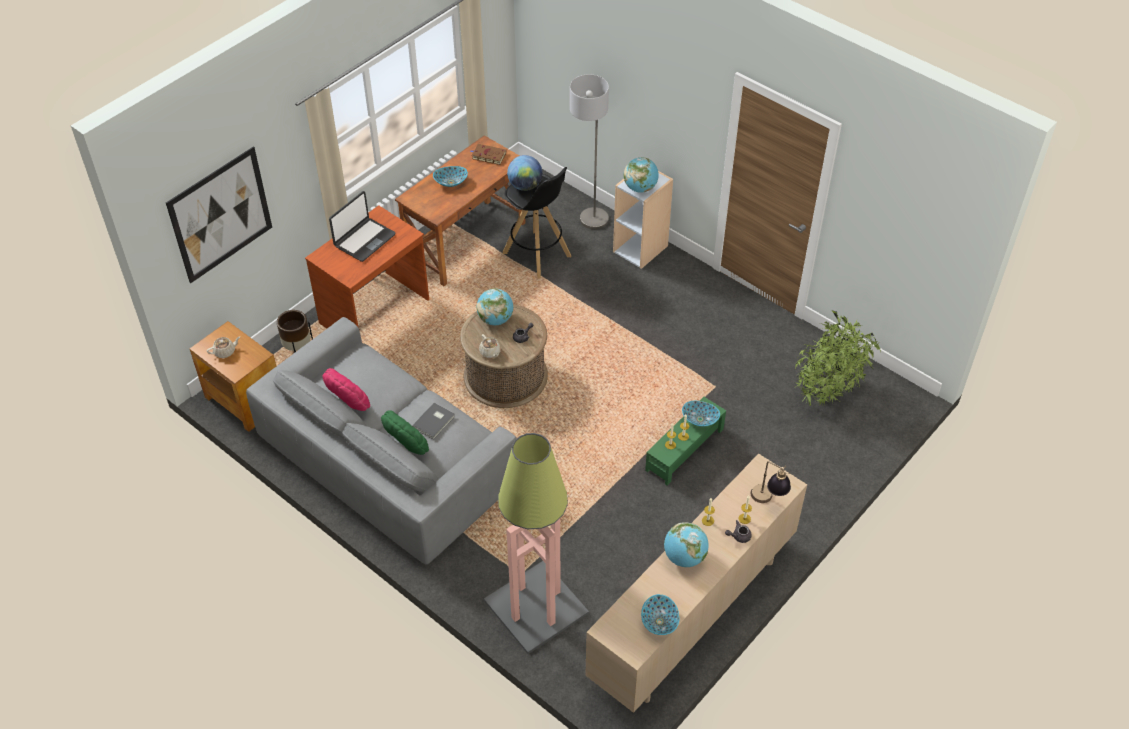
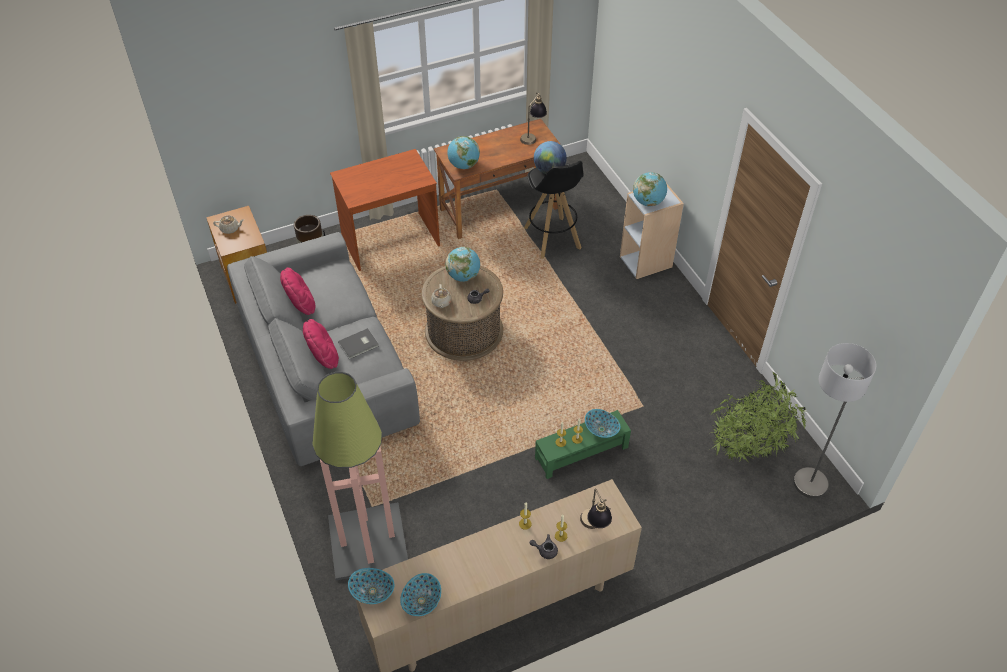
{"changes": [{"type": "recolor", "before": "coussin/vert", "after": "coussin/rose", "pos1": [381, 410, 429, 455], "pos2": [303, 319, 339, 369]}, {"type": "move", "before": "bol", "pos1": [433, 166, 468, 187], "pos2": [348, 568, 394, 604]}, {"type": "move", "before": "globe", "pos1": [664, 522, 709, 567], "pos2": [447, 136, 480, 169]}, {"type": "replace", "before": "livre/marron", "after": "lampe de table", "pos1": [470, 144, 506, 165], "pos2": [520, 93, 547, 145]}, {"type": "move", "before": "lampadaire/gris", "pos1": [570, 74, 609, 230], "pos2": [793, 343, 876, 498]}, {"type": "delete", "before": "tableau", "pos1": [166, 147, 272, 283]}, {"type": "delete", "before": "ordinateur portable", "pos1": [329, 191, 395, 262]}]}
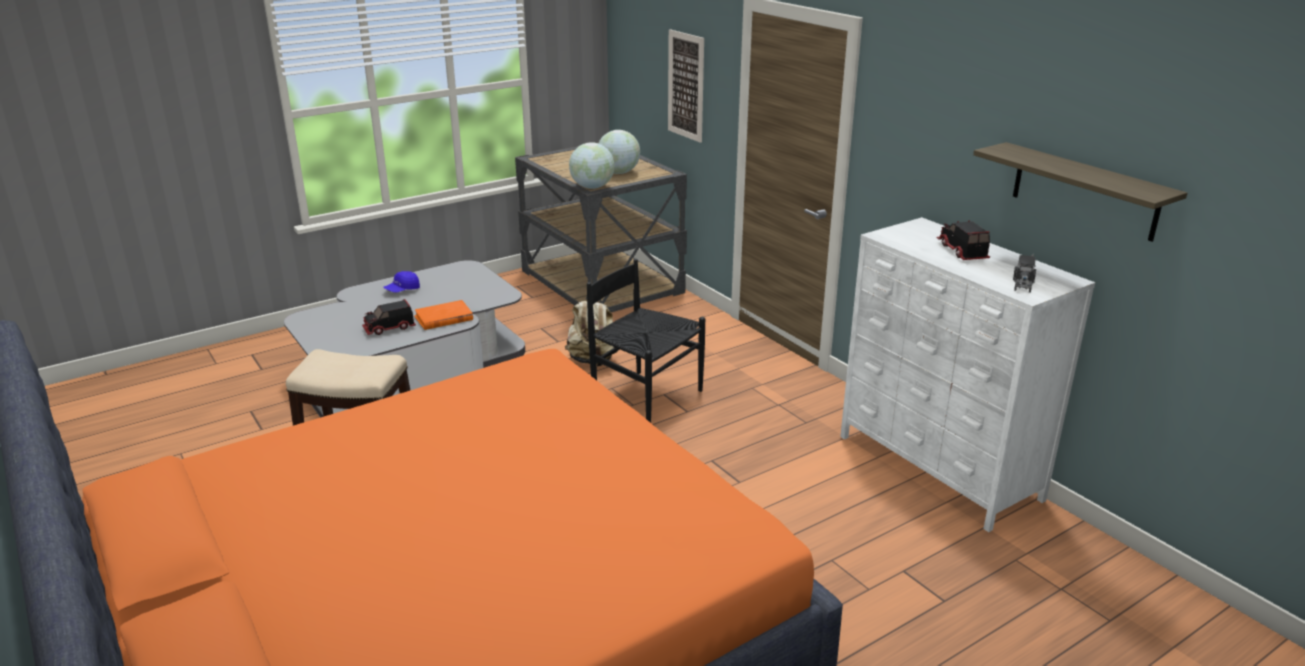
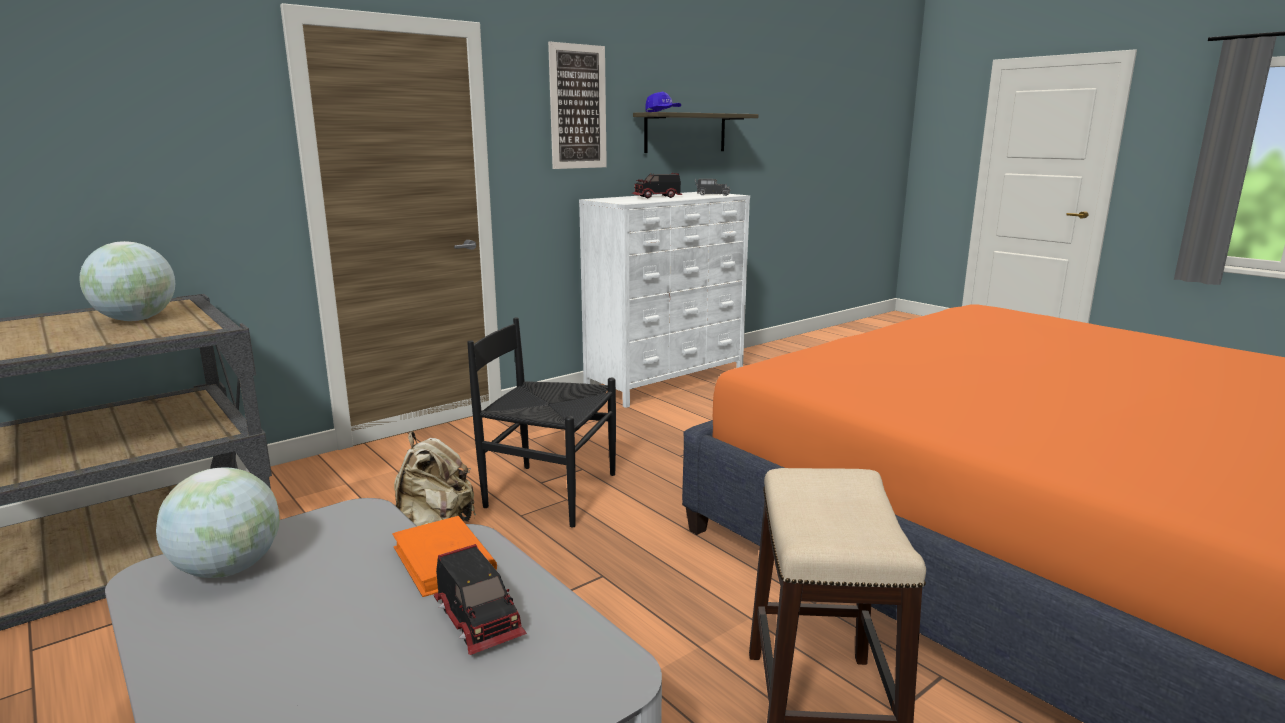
{"changes": [{"type": "move", "before": "globe", "pos1": [569, 142, 615, 189], "pos2": [156, 467, 280, 578]}, {"type": "rotate", "before": "chaise/noir", "pos1": [587, 259, 705, 423], "pos2": [467, 317, 616, 528], "turn": 75}, {"type": "move", "before": "tableau", "pos1": [668, 29, 704, 143], "pos2": [548, 41, 607, 169]}, {"type": "move", "before": "casquette/bleu", "pos1": [383, 271, 420, 293], "pos2": [645, 91, 681, 112]}]}
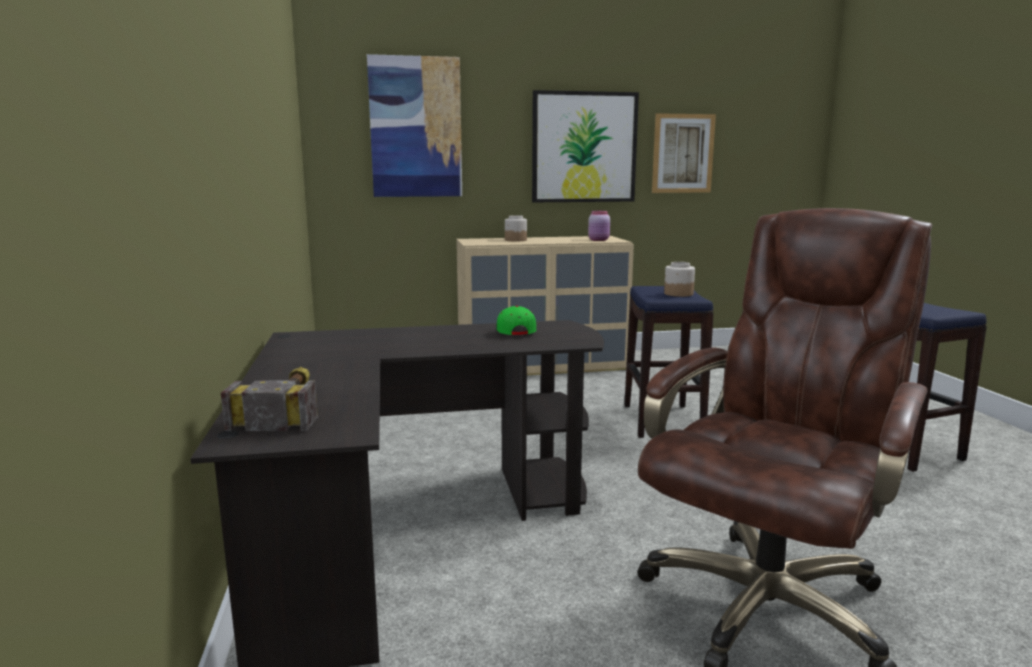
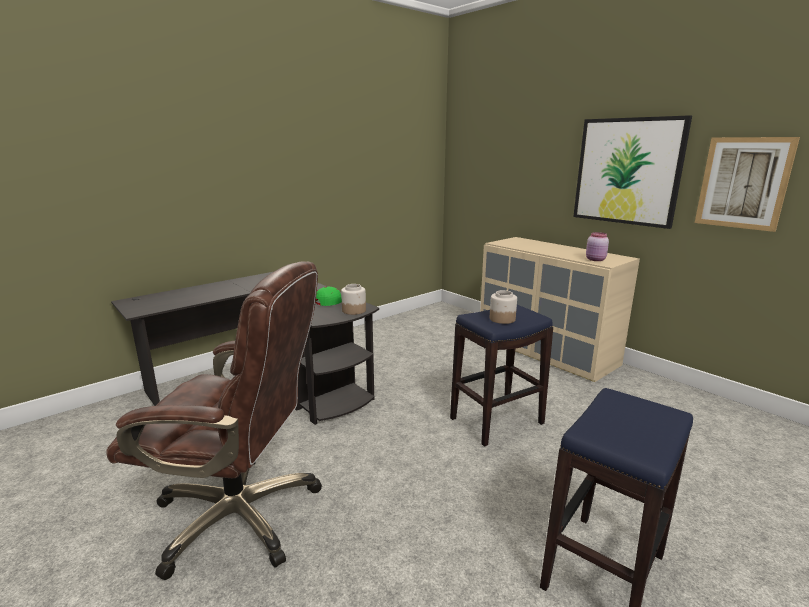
{"changes": [{"type": "move", "before": "bocal", "pos1": [505, 215, 527, 241], "pos2": [341, 284, 366, 315]}, {"type": "delete", "before": "marteau", "pos1": [221, 367, 318, 431]}, {"type": "delete", "before": "tableau", "pos1": [367, 54, 462, 197]}]}
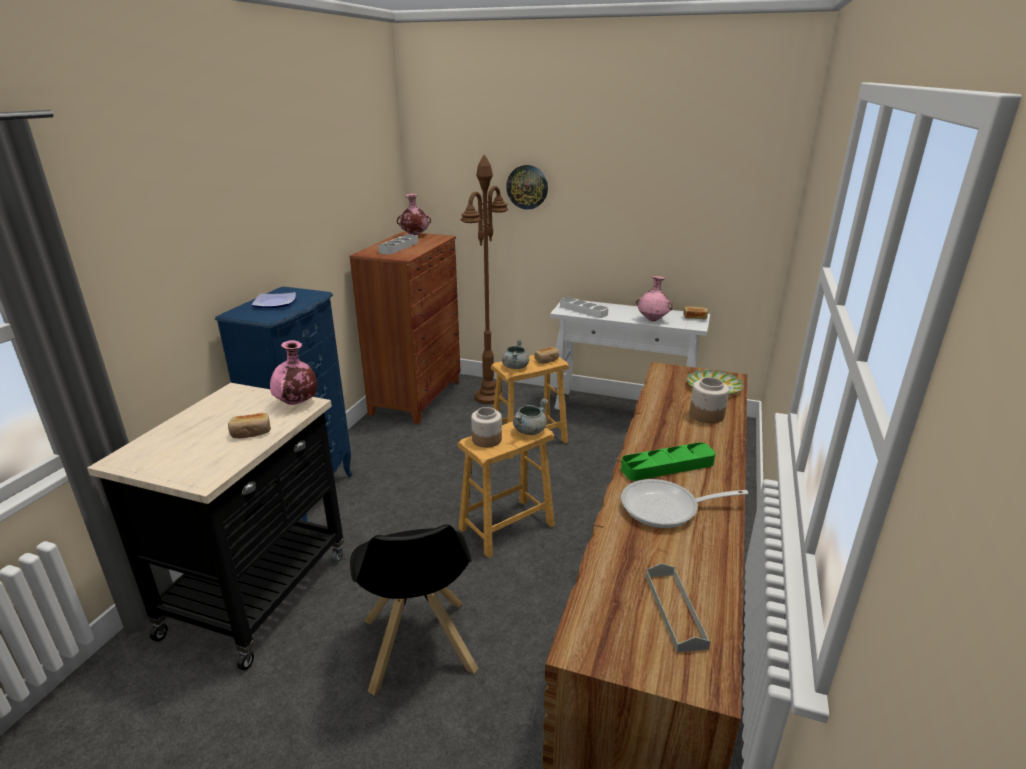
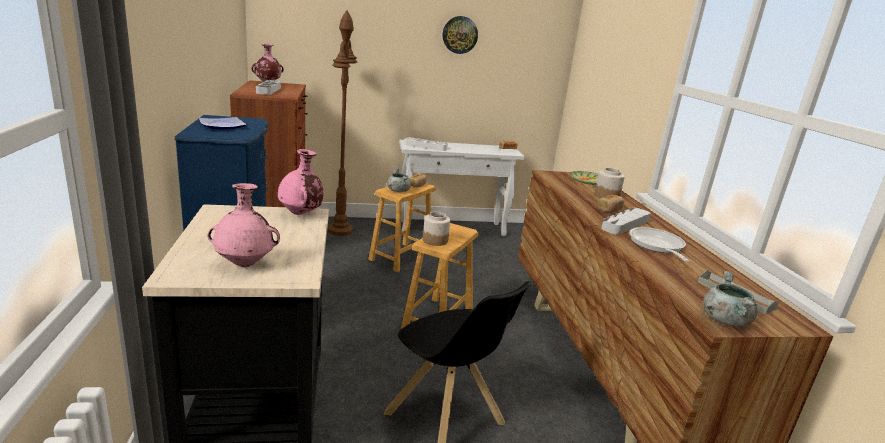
{"changes": [{"type": "move", "before": "vase/rose", "pos1": [636, 276, 673, 321], "pos2": [207, 183, 280, 267]}, {"type": "move", "before": "horloge murale", "pos1": [506, 165, 548, 210], "pos2": [443, 16, 478, 54]}, {"type": "move", "before": "pain", "pos1": [228, 413, 271, 438], "pos2": [598, 195, 624, 213]}, {"type": "recolor", "before": "plateau/vert", "after": "plateau/gris", "pos1": [621, 442, 715, 481], "pos2": [601, 208, 650, 235]}, {"type": "rotate", "before": "poêle", "pos1": [621, 479, 748, 528], "pos2": [629, 227, 689, 262], "turn": 120}, {"type": "move", "before": "marmite/gris", "pos1": [513, 399, 548, 435], "pos2": [703, 271, 757, 326]}]}
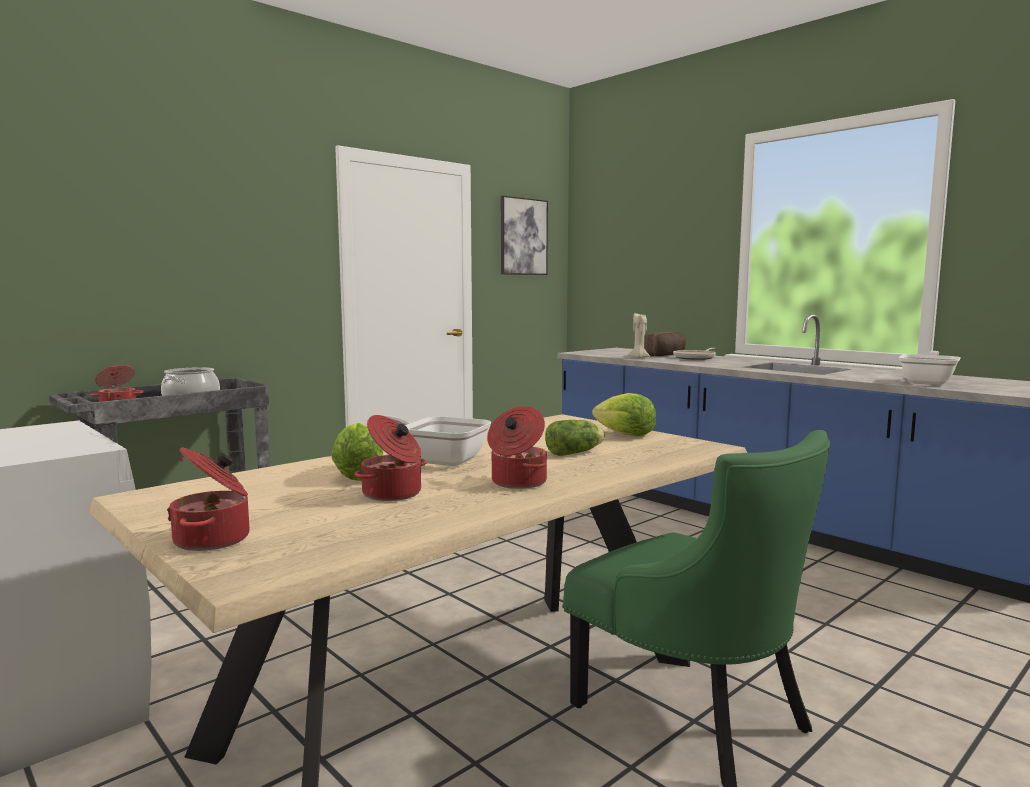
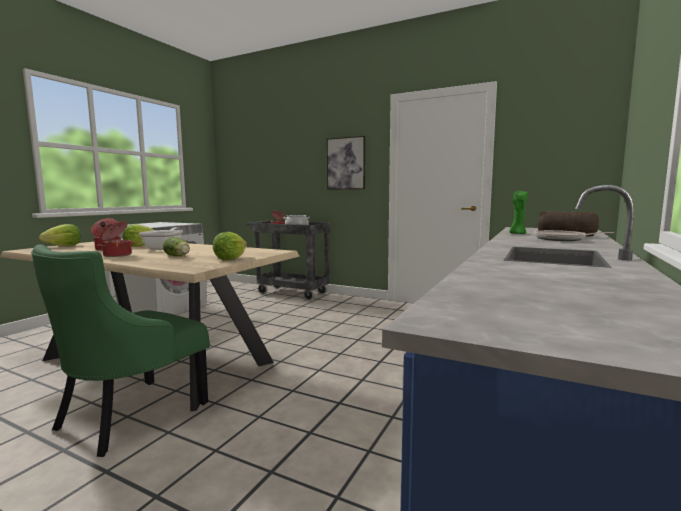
{"changes": [{"type": "replace", "before": "marmite", "after": "laitue", "pos1": [167, 447, 250, 551], "pos2": [39, 224, 80, 246]}, {"type": "move", "before": "tableau", "pos1": [501, 195, 548, 275], "pos2": [327, 136, 365, 190]}, {"type": "recolor", "before": "bougie/beige", "after": "bougie/vert", "pos1": [629, 312, 650, 358], "pos2": [509, 191, 528, 234]}, {"type": "delete", "before": "poêle", "pos1": [899, 351, 961, 385]}]}
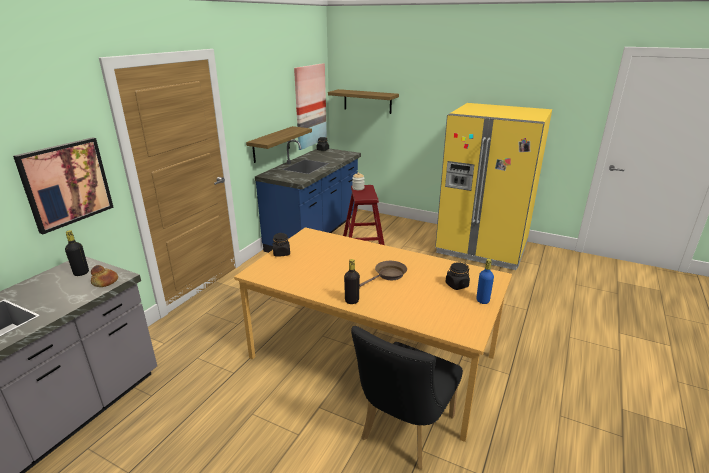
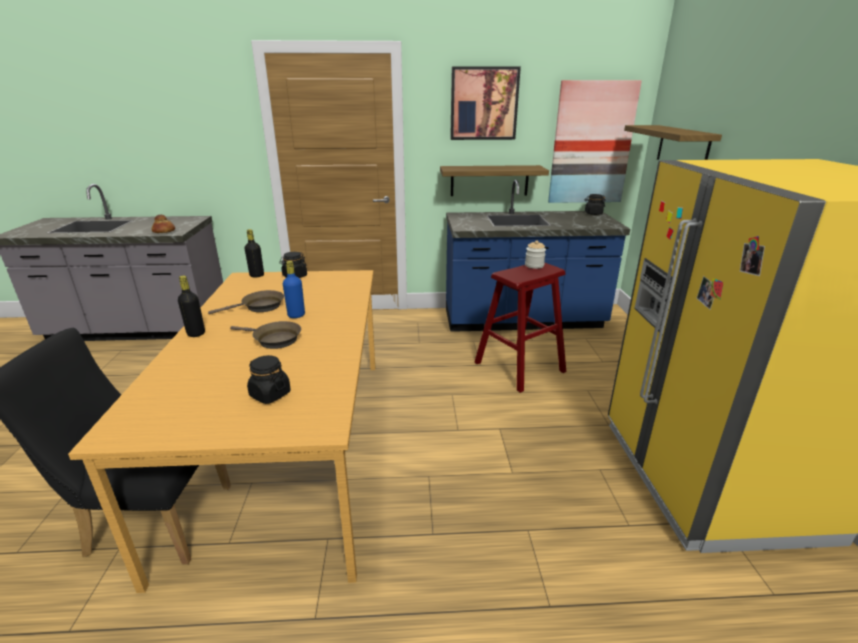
{"changes": [{"type": "insert", "after": "poêle/marron", "pos2": [208, 290, 284, 314]}, {"type": "move", "before": "bouteille/noir", "pos1": [65, 230, 89, 276], "pos2": [244, 229, 264, 277]}, {"type": "move", "before": "bouteille/bleu", "pos1": [476, 259, 494, 304], "pos2": [283, 261, 305, 318]}, {"type": "move", "before": "tableau", "pos1": [13, 137, 114, 234], "pos2": [450, 66, 521, 140]}]}
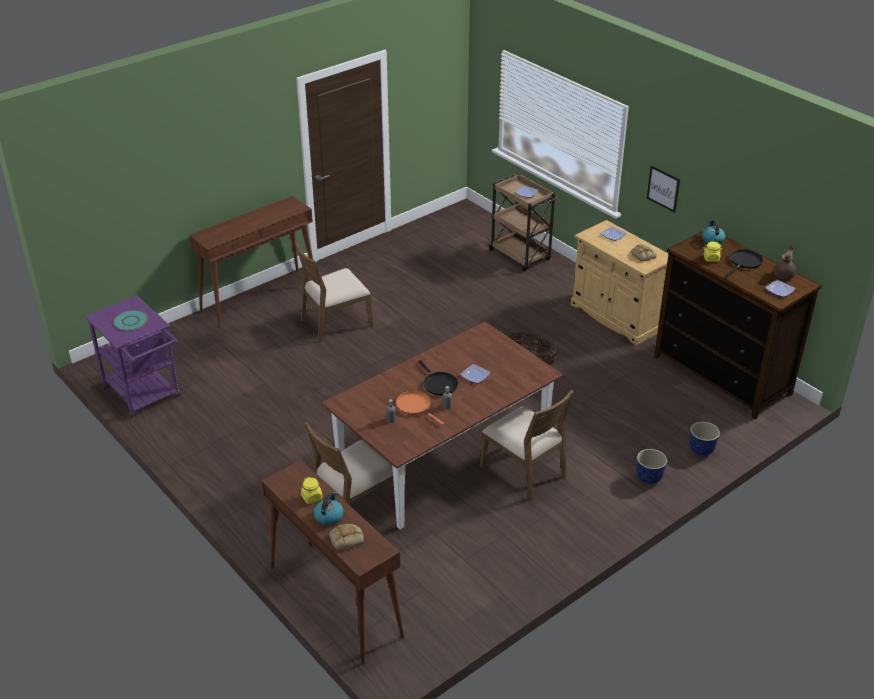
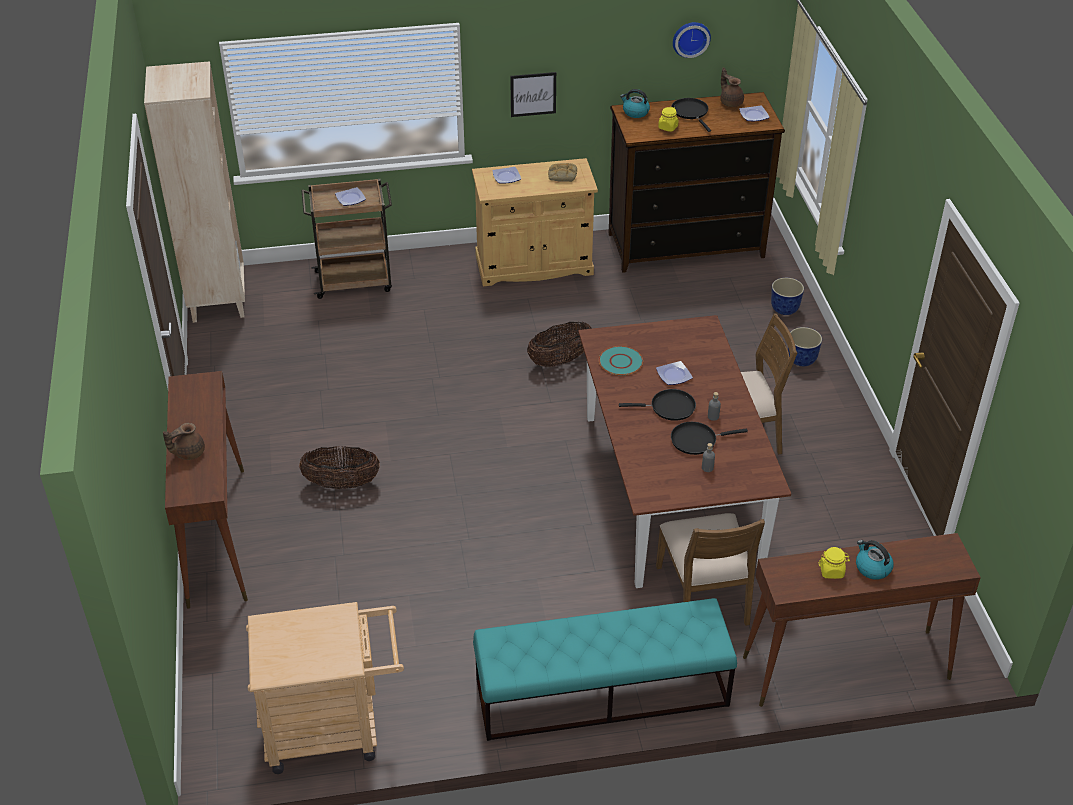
{"changes": [{"type": "insert", "after": "bibliothèque/beige", "pos2": [144, 61, 245, 323]}, {"type": "insert", "after": "théière/marron", "pos2": [163, 423, 205, 460]}, {"type": "recolor", "before": "chariot/violet", "after": "chariot/beige", "pos1": [85, 295, 181, 418], "pos2": [246, 602, 404, 774]}, {"type": "replace", "before": "chaise/marron", "after": "panier", "pos1": [294, 240, 373, 343], "pos2": [299, 446, 380, 489]}, {"type": "insert", "after": "banc/turquoise", "pos2": [473, 598, 737, 741]}, {"type": "move", "before": "assiette/turquoise", "pos1": [113, 310, 148, 331], "pos2": [599, 346, 643, 375]}, {"type": "recolor", "before": "poêle/orange", "after": "poêle/noir", "pos1": [396, 391, 444, 425], "pos2": [671, 422, 748, 455]}, {"type": "insert", "after": "horloge murale", "pos2": [673, 22, 711, 58]}, {"type": "delete", "before": "pain", "pos1": [329, 524, 364, 551]}]}
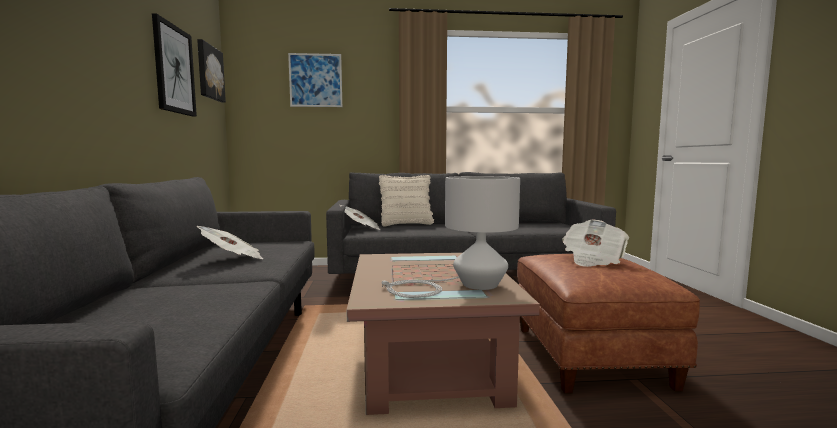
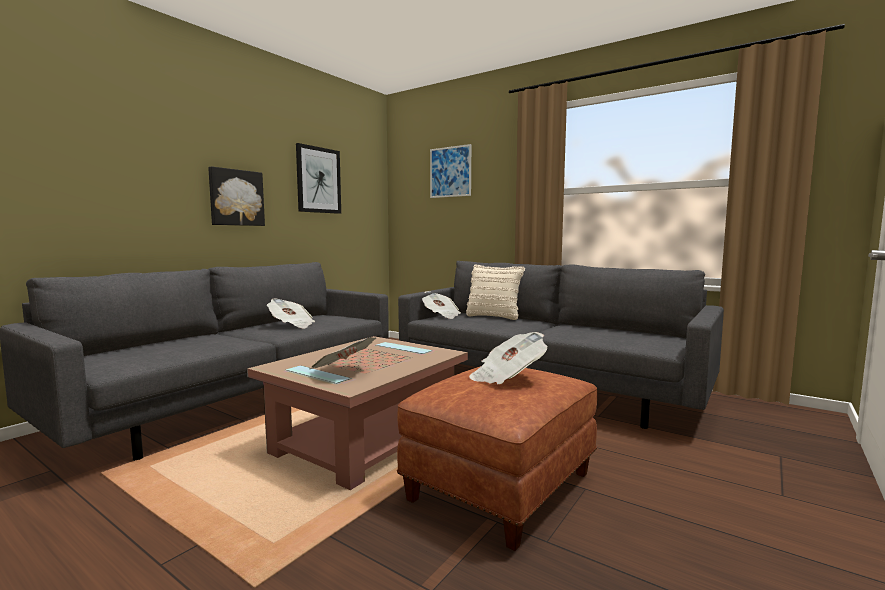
{"changes": [{"type": "move", "before": "tableau", "pos1": [197, 39, 226, 102], "pos2": [208, 166, 265, 226]}, {"type": "replace", "before": "lampe de table/blanc", "after": "journal", "pos1": [382, 176, 520, 298], "pos2": [309, 337, 376, 369]}]}
